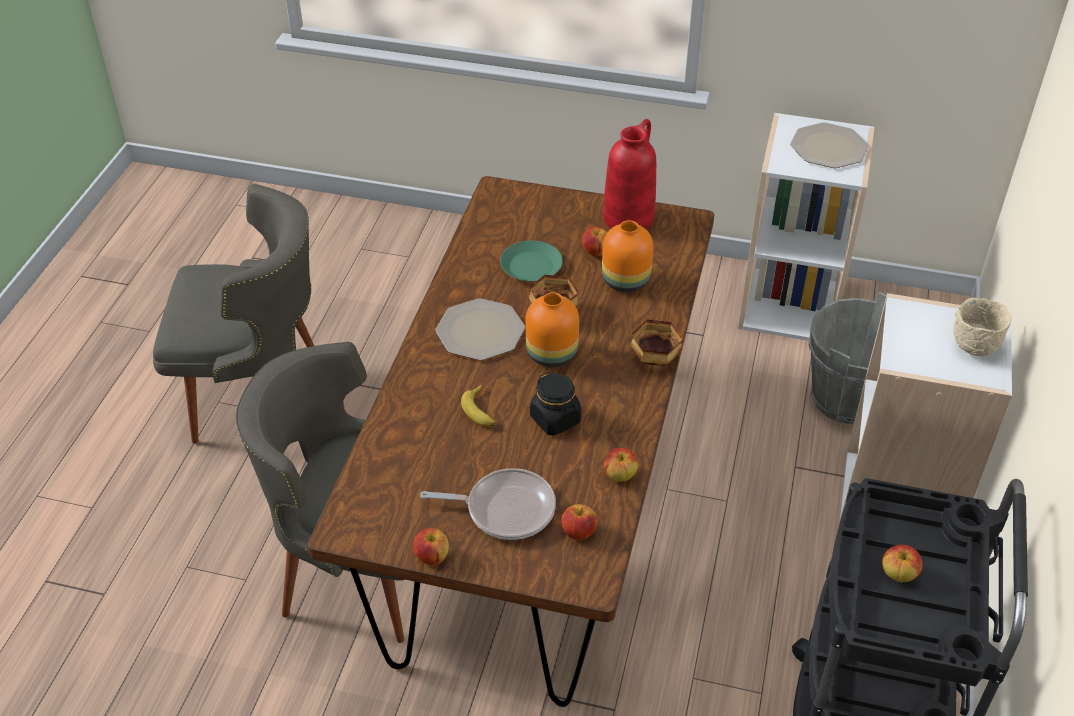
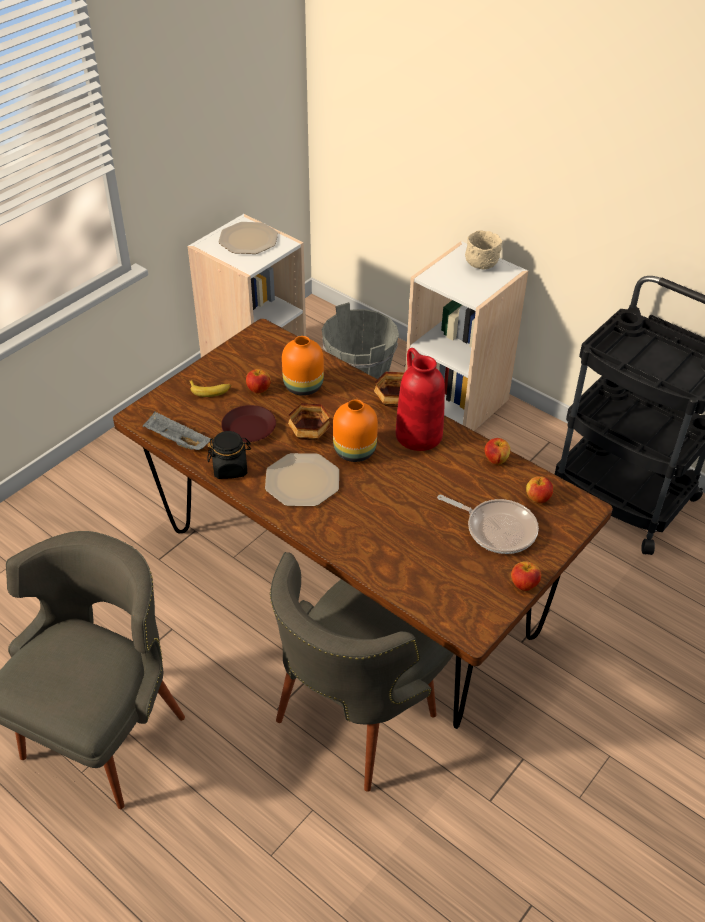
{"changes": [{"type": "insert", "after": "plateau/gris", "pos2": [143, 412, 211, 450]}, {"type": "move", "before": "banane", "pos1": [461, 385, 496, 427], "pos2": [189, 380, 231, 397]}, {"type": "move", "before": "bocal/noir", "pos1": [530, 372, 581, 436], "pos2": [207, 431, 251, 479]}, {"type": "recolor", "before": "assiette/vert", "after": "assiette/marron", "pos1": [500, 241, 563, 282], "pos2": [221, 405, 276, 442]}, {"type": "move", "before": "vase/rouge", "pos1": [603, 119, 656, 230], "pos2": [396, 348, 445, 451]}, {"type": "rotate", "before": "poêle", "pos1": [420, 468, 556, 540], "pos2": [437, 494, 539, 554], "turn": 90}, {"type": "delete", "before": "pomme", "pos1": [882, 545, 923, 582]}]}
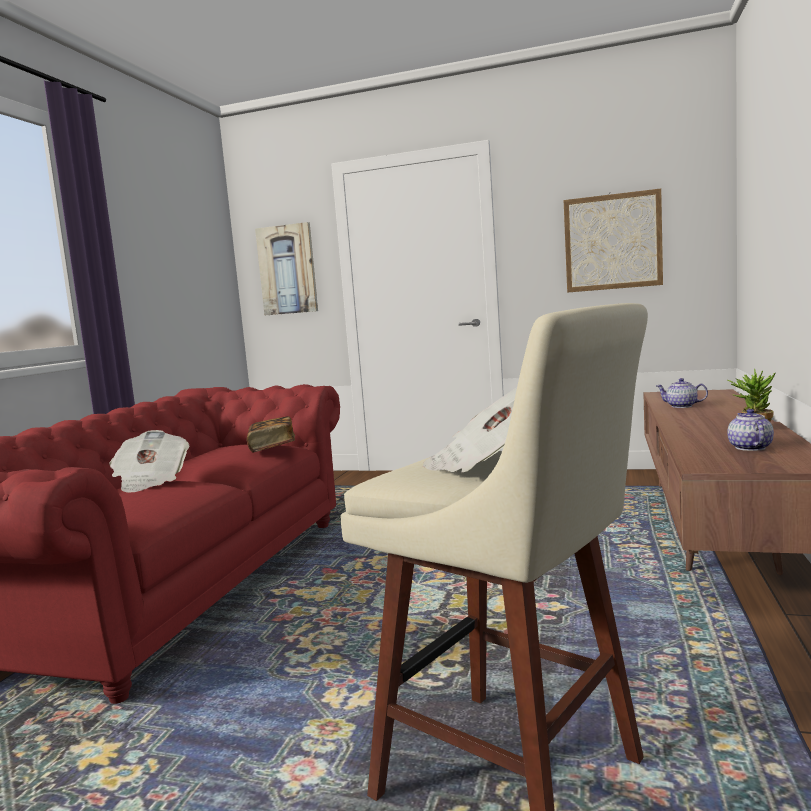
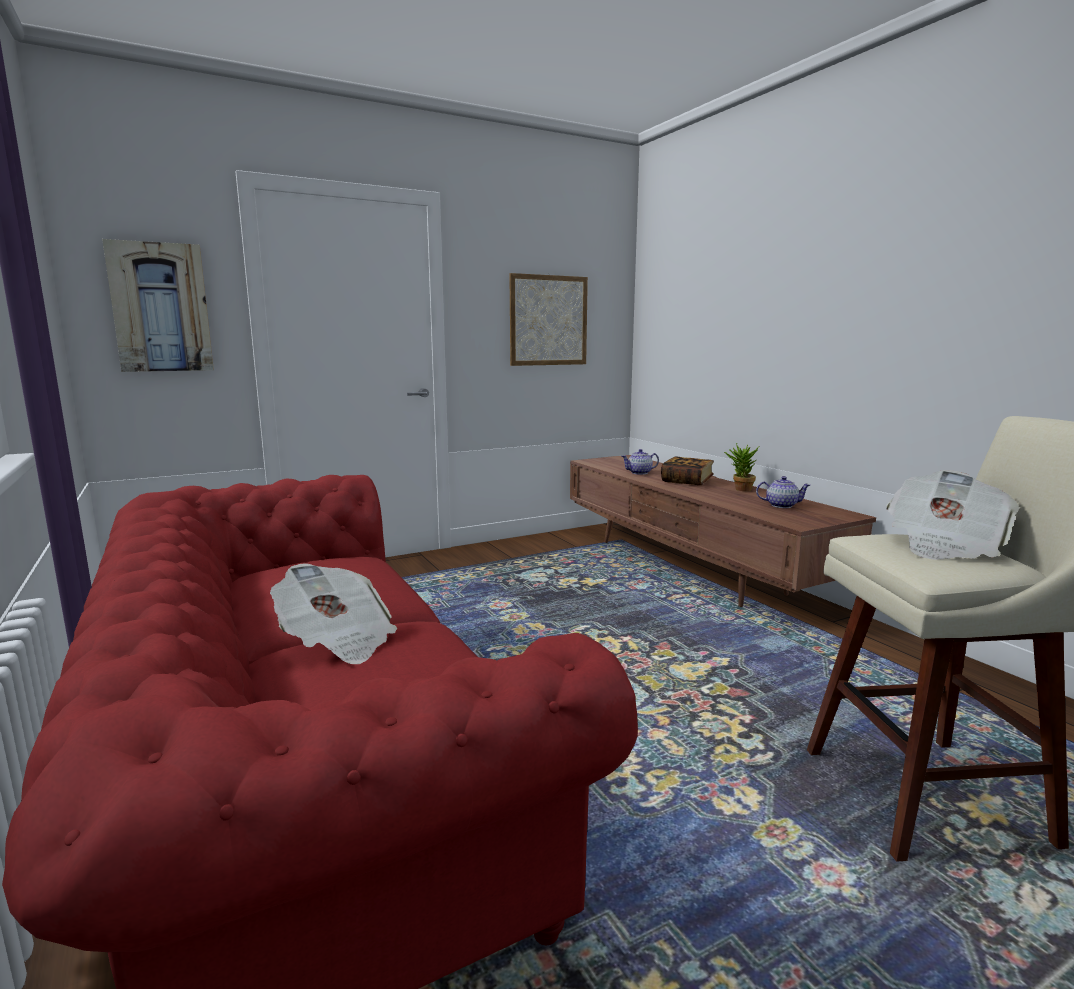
{"changes": [{"type": "move", "before": "livre", "pos1": [247, 416, 295, 452], "pos2": [661, 456, 714, 485]}, {"type": "rotate", "before": "théière", "pos1": [727, 409, 774, 451], "pos2": [756, 476, 810, 508], "turn": 135}]}
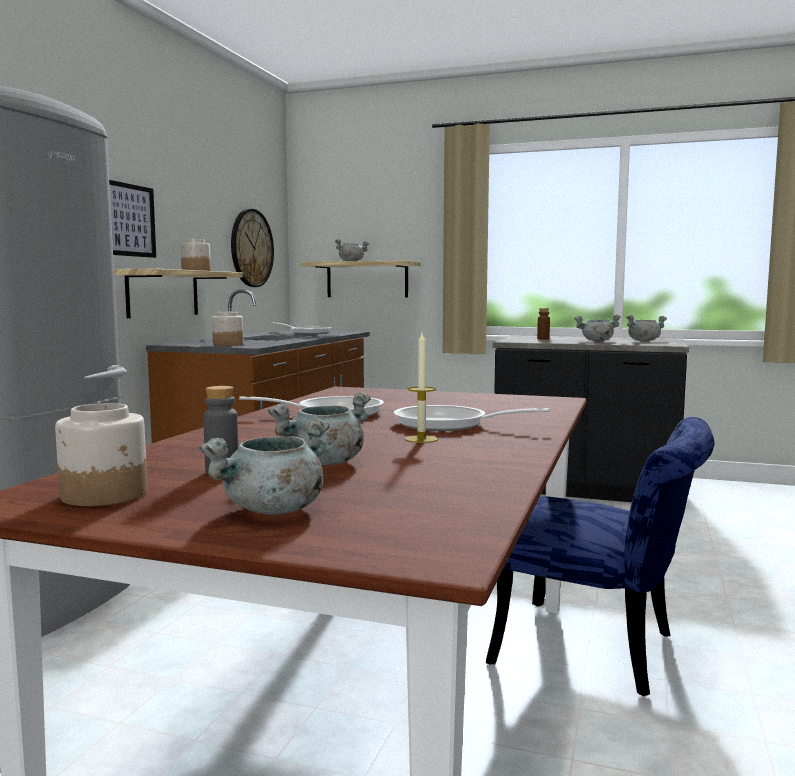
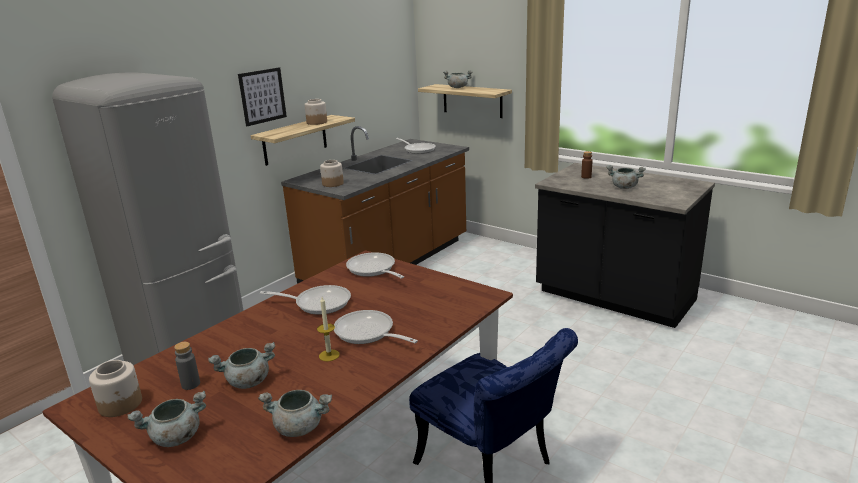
{"changes": [{"type": "move", "before": "marmite/gris", "pos1": [626, 315, 667, 341], "pos2": [258, 390, 332, 437]}, {"type": "insert", "after": "poêle", "pos2": [346, 252, 404, 278]}, {"type": "delete", "before": "horloge murale", "pos1": [231, 209, 274, 287]}]}
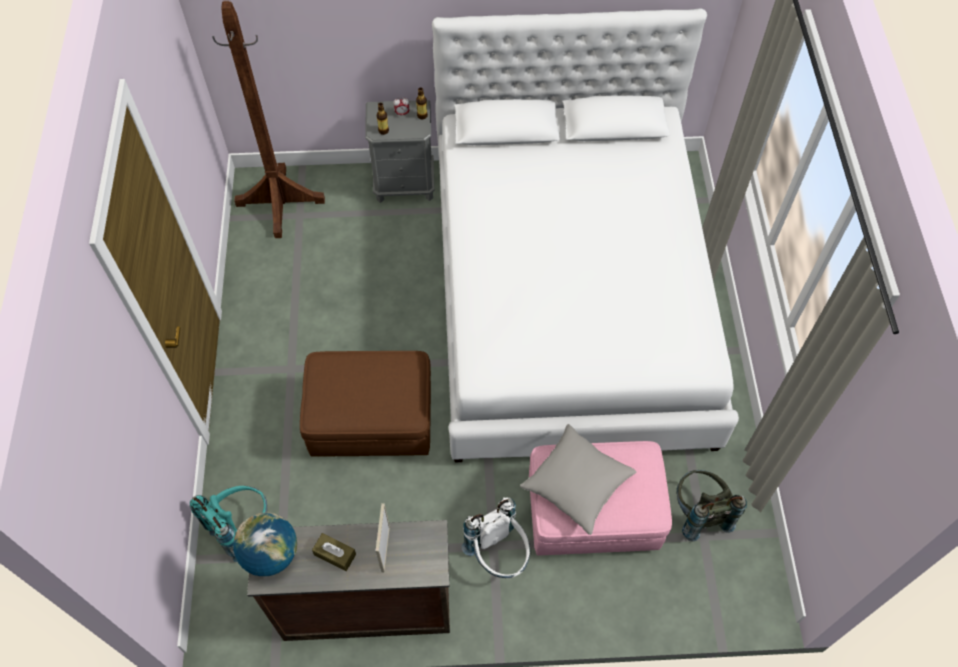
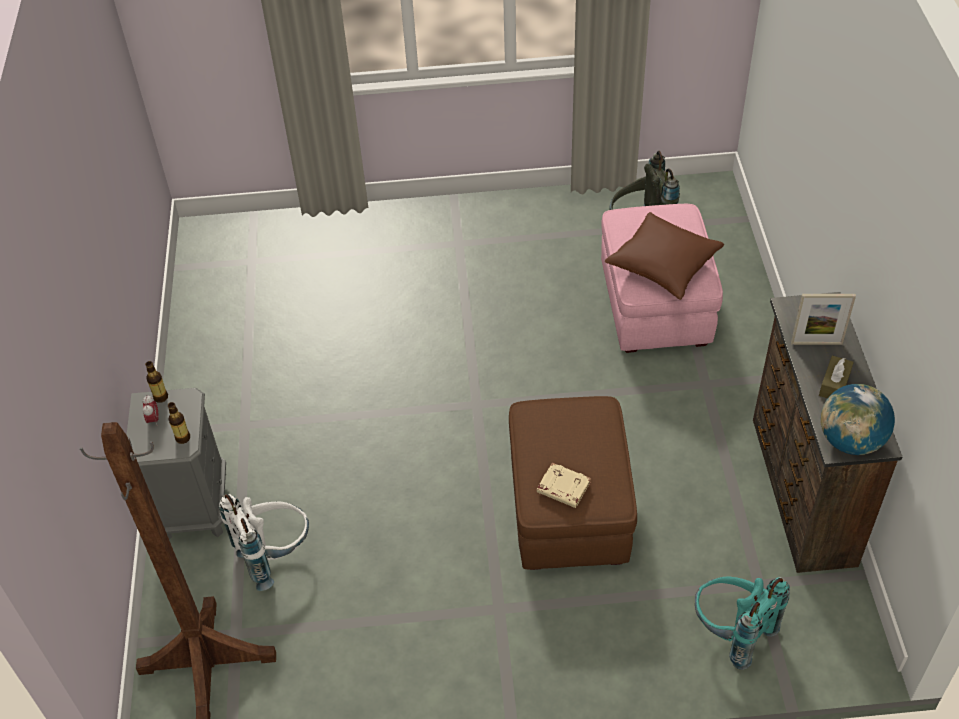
{"changes": [{"type": "move", "before": "sac à dos/blanc", "pos1": [462, 497, 530, 578], "pos2": [219, 494, 309, 591]}, {"type": "insert", "after": "livre/beige", "pos2": [537, 463, 591, 508]}, {"type": "recolor", "before": "coussin/gris", "after": "coussin/marron", "pos1": [520, 424, 637, 535], "pos2": [604, 212, 724, 300]}, {"type": "delete", "before": "lit/blanc", "pos1": [432, 8, 739, 462]}]}
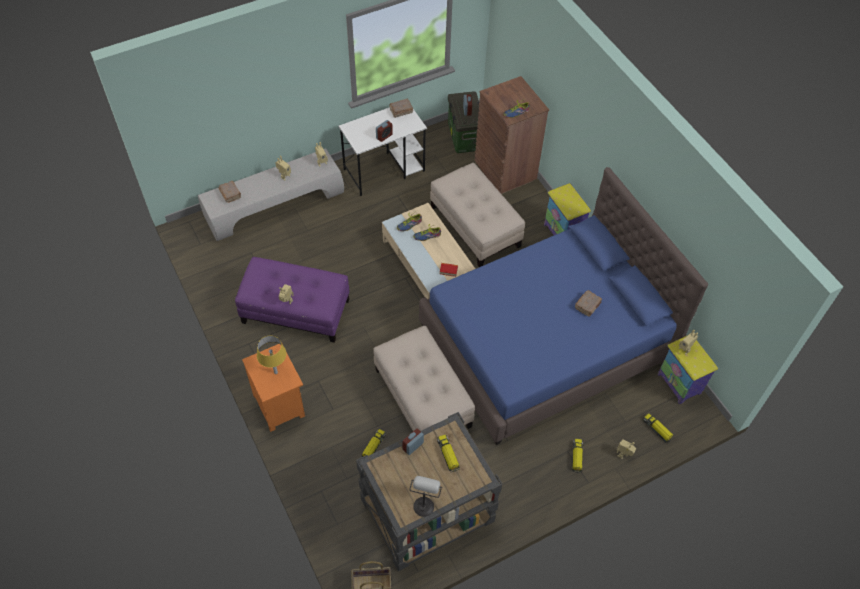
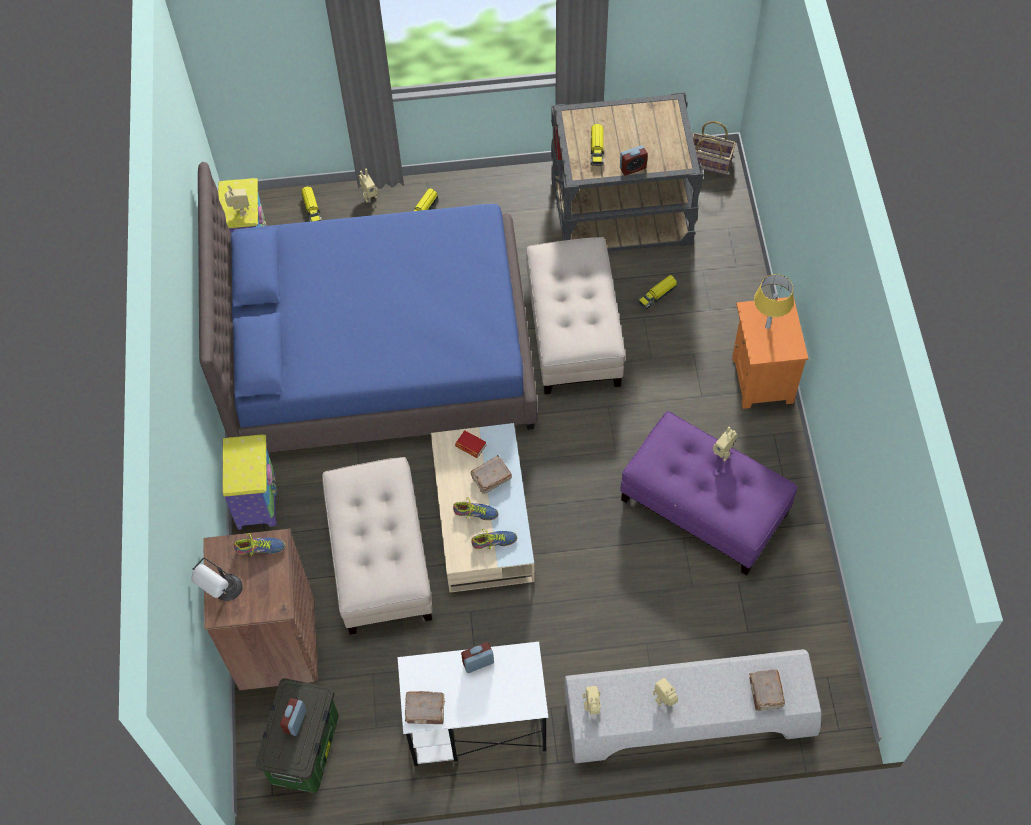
{"changes": [{"type": "move", "before": "lampe de table", "pos1": [409, 476, 442, 517], "pos2": [192, 558, 243, 601]}, {"type": "move", "before": "livre/marron", "pos1": [575, 290, 602, 316], "pos2": [471, 455, 512, 494]}]}
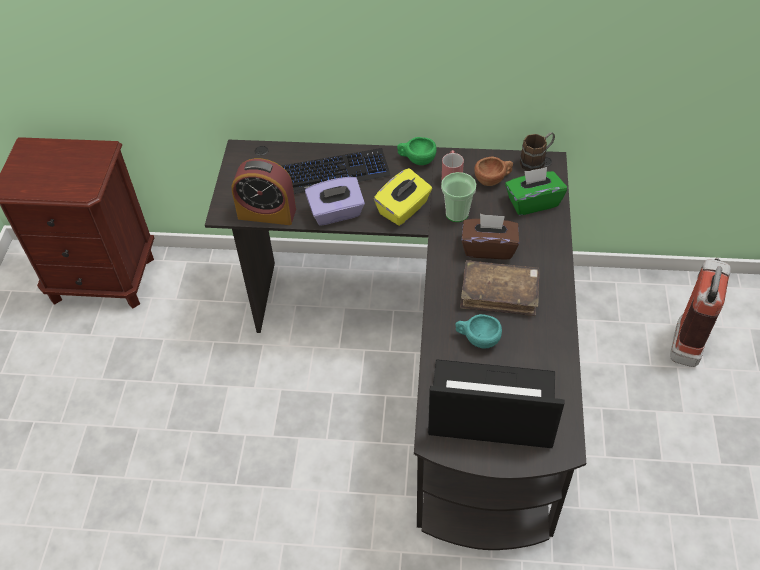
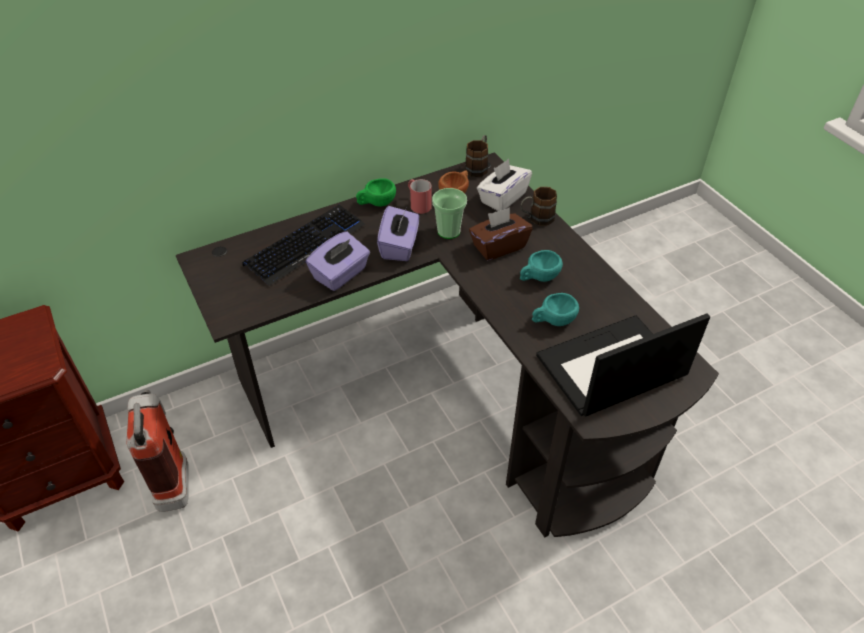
{"changes": [{"type": "move", "before": "extincteur", "pos1": [670, 258, 731, 367], "pos2": [127, 390, 189, 512]}, {"type": "recolor", "before": "boîte à mouchoirs/jaune", "after": "boîte à mouchoirs/violet", "pos1": [374, 168, 432, 226], "pos2": [377, 206, 419, 261]}, {"type": "recolor", "before": "boîte à mouchoirs/vert", "after": "boîte à mouchoirs/blanc", "pos1": [505, 167, 567, 215], "pos2": [477, 159, 532, 211]}, {"type": "insert", "after": "mug/marron", "pos2": [520, 187, 557, 226]}, {"type": "replace", "before": "livre/marron", "after": "tasse/turquoise", "pos1": [460, 260, 540, 316], "pos2": [520, 250, 563, 282]}, {"type": "delete", "before": "réveil", "pos1": [232, 158, 296, 225]}]}
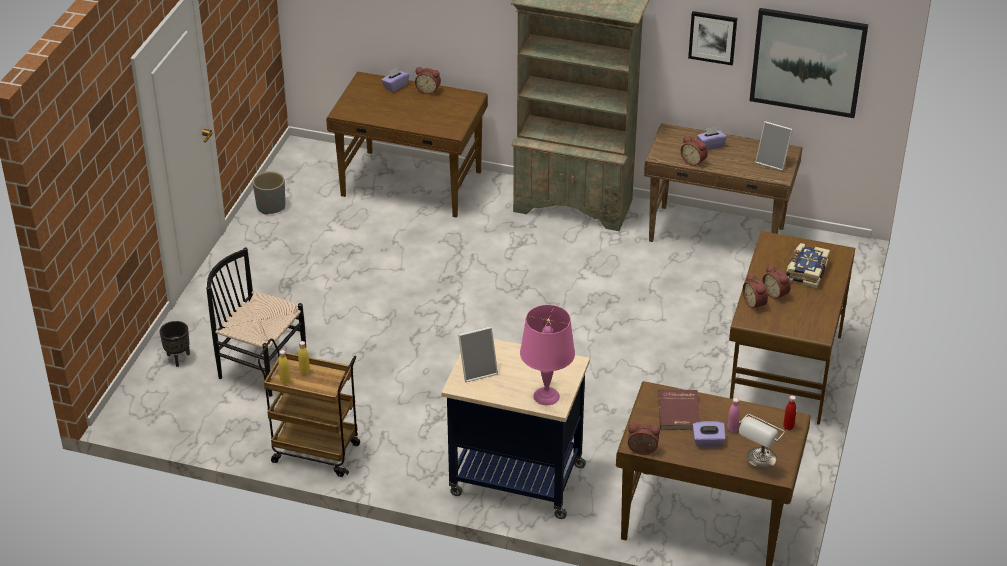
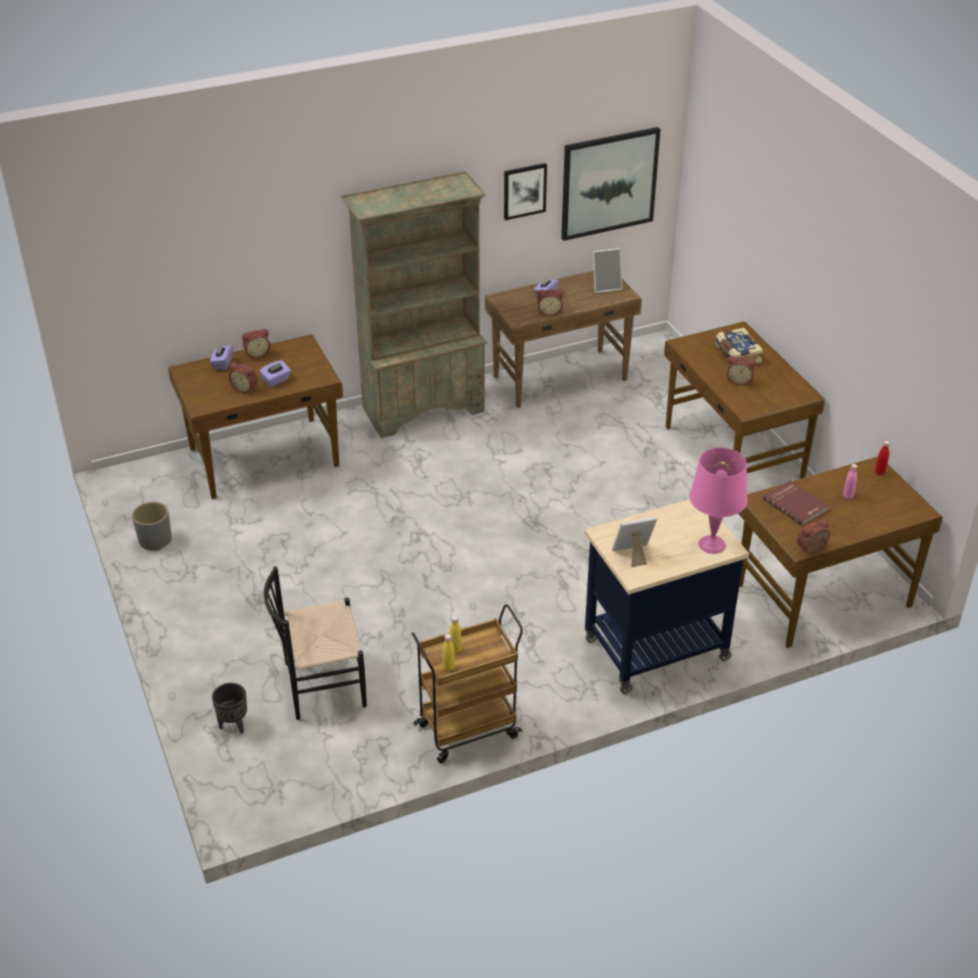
{"changes": [{"type": "move", "before": "réveil", "pos1": [743, 273, 768, 311], "pos2": [229, 362, 258, 393]}, {"type": "move", "before": "boîte à mouchoirs/violet", "pos1": [692, 421, 726, 447], "pos2": [259, 360, 291, 387]}, {"type": "rotate", "before": "cadre photo", "pos1": [458, 326, 498, 382], "pos2": [612, 516, 657, 567], "turn": -135}, {"type": "delete", "before": "lampe de table/blanc", "pos1": [738, 414, 785, 468]}]}
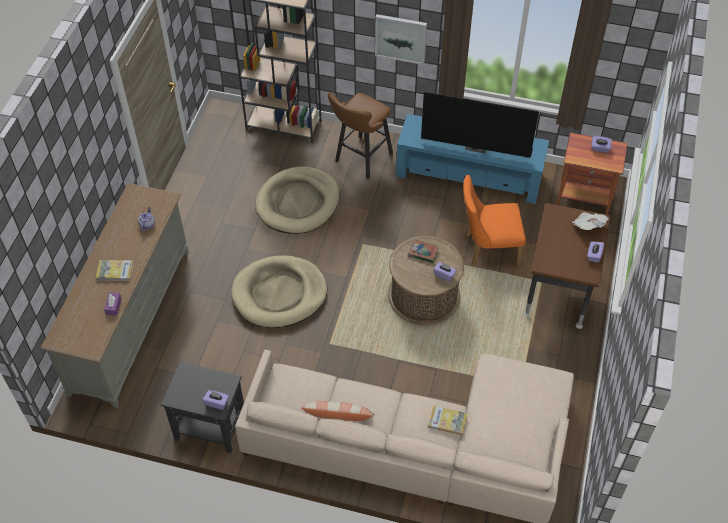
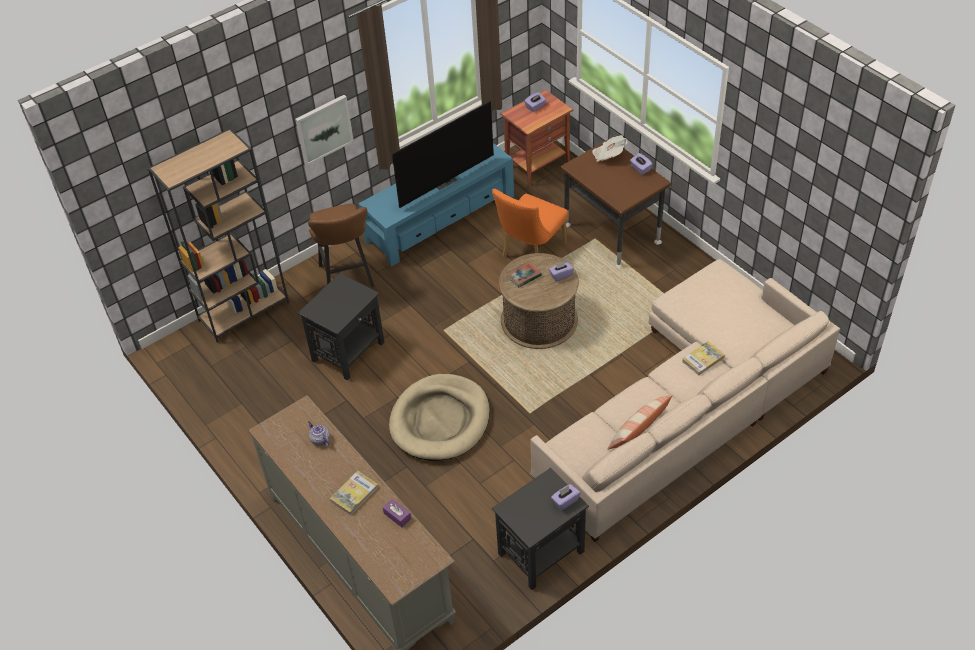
{"changes": [{"type": "replace", "before": "panier pour chien/beige", "after": "table d'appoint/noir", "pos1": [255, 166, 340, 234], "pos2": [298, 273, 384, 381]}]}
